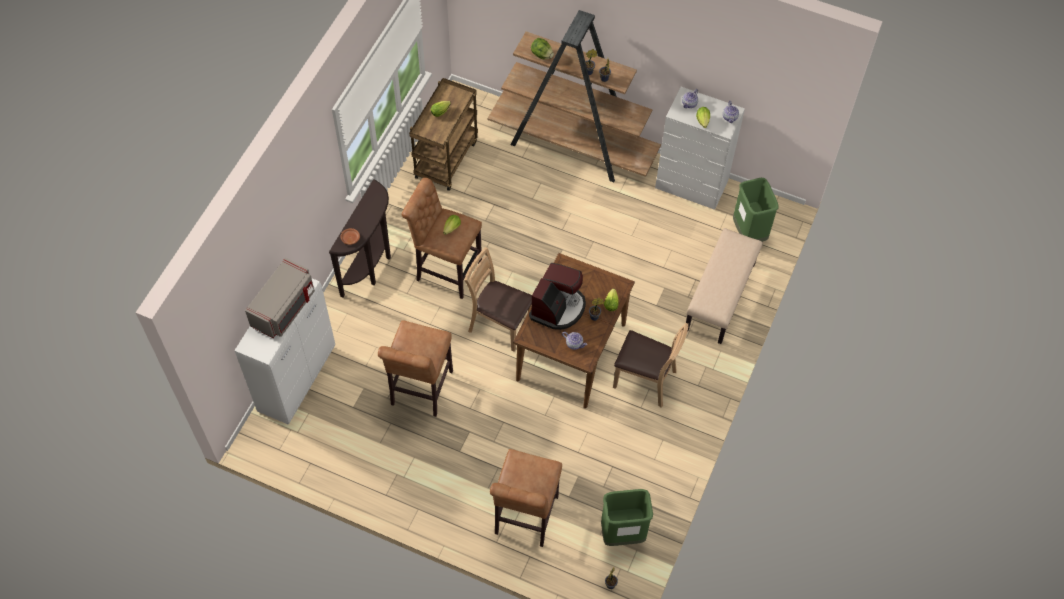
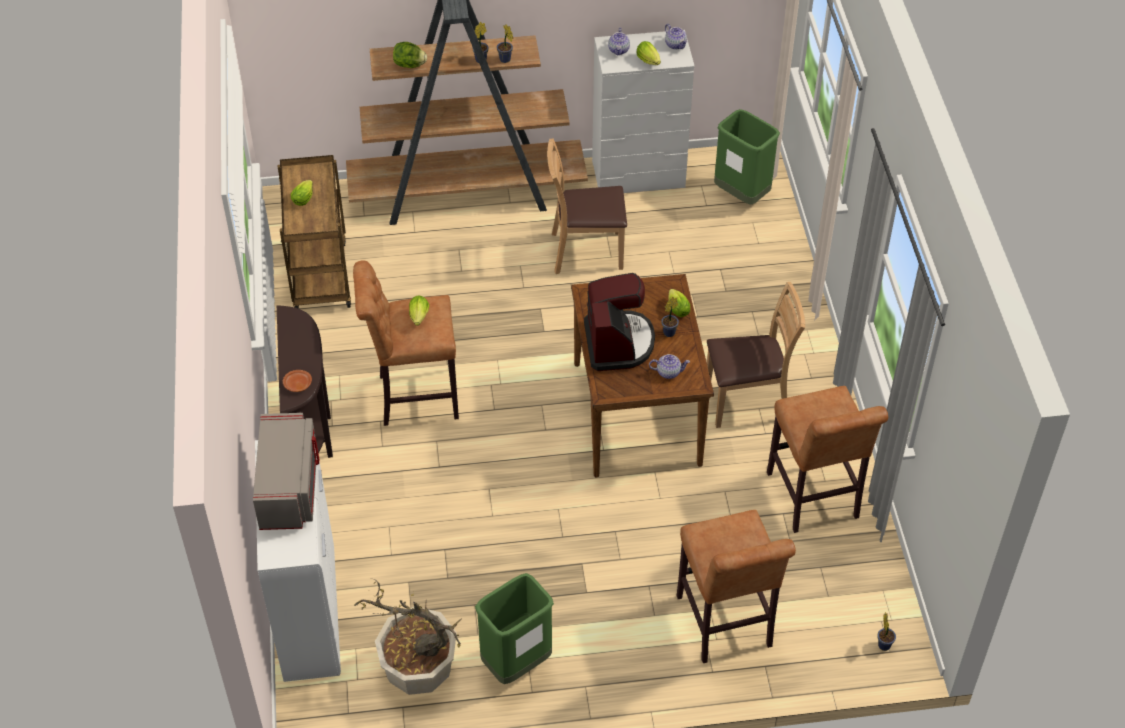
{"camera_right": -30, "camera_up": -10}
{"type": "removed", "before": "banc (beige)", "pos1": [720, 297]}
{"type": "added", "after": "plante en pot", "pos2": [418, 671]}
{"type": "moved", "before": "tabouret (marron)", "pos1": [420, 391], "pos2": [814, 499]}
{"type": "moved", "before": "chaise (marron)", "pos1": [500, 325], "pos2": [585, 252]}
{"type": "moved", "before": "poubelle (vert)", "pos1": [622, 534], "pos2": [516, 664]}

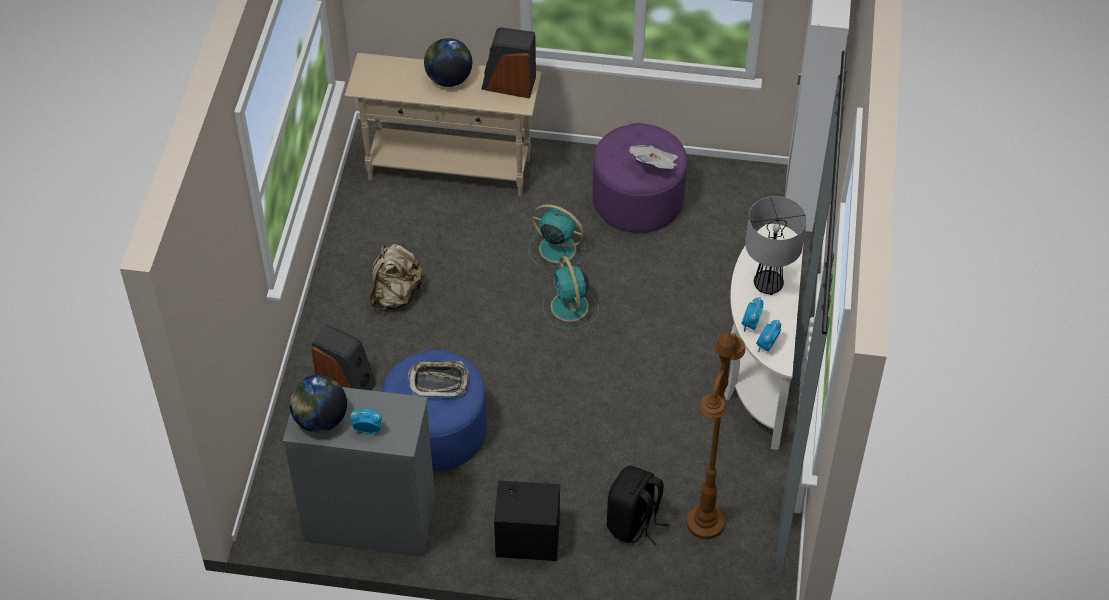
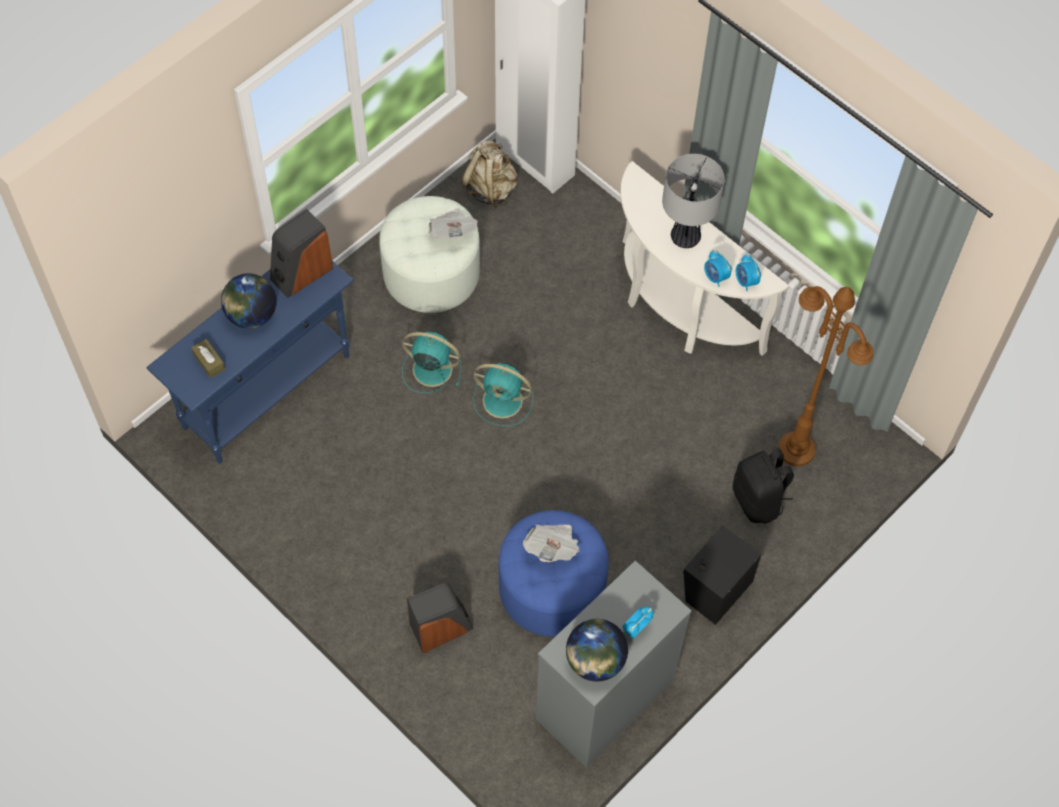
{"camera_right": -55, "camera_up": 10}
{"type": "added", "after": "boîte à mouchoirs (marron)", "pos2": [209, 362]}
{"type": "moved", "before": "sac à dos (beige)", "pos1": [396, 295], "pos2": [491, 188]}
{"type": "replaced", "before": "plateau", "after": "journal", "pos1": [438, 382], "pos2": [552, 548]}
{"type": "recoloured", "before": "table console (beige)", "after": "table console (bleu)", "pos1": [449, 170], "pos2": [268, 392]}
{"type": "recoloured", "before": "pouf (violet)", "after": "pouf (blanc)", "pos1": [638, 200], "pos2": [431, 273]}
{"type": "turned", "before": "ventilateur (turquoise)", "pos1": [555, 248], "pos2": [430, 369], "turn": 45}

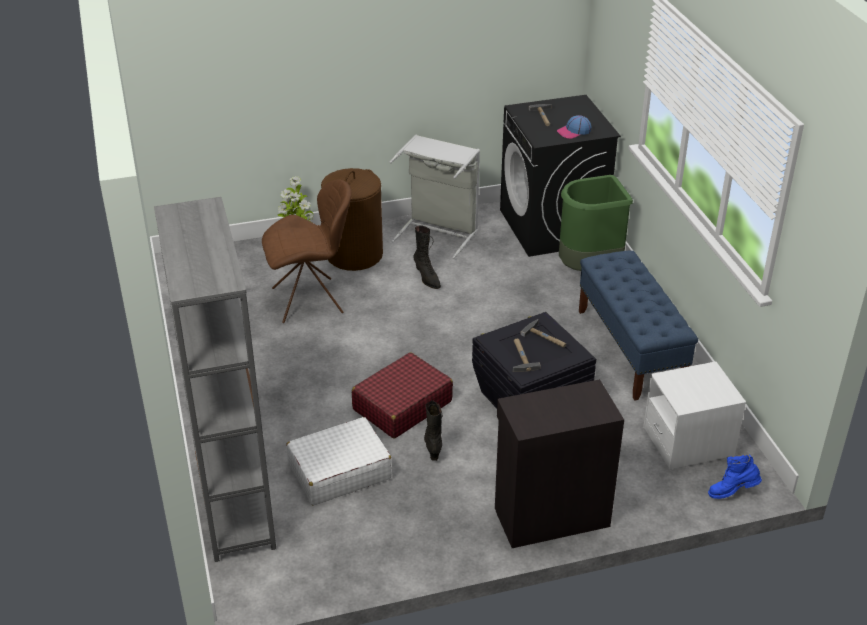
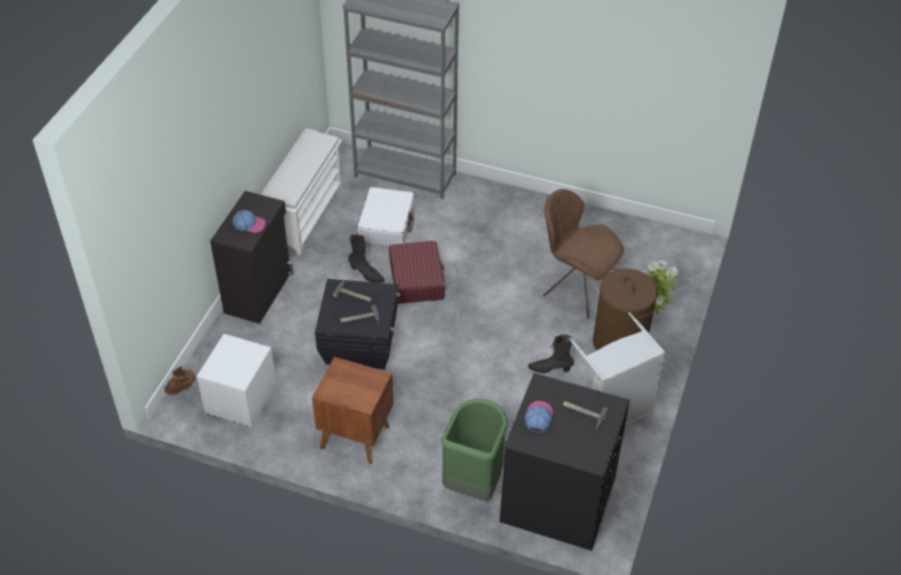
{"camera_right": 125, "camera_up": 10}
{"type": "added", "after": "casquette", "pos2": [249, 224]}
{"type": "added", "after": "étagère à chaussures (blanc)", "pos2": [305, 214]}
{"type": "replaced", "before": "banc (bleu)", "after": "table de chevet (marron)", "pos1": [630, 349], "pos2": [354, 435]}
{"type": "recoloured", "before": "botte (bleu)", "after": "botte (marron)", "pos1": [732, 492], "pos2": [182, 388]}
{"type": "turned", "before": "chaise (marron)", "pos1": [310, 300], "pos2": [576, 290], "turn": 105}

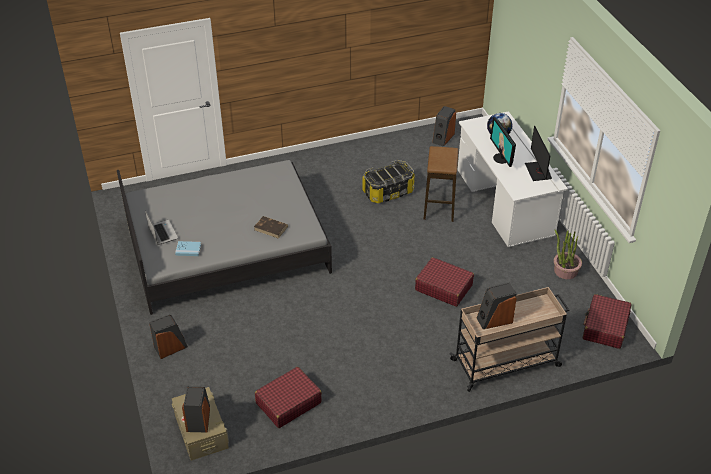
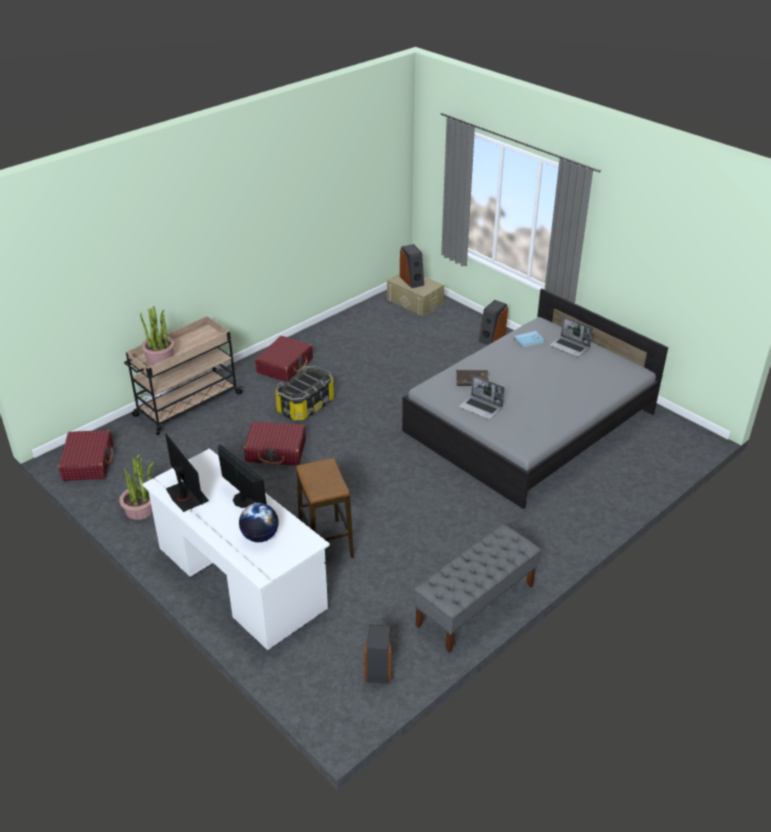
{"camera_right": 155, "camera_up": -5}
{"type": "removed", "before": "enceinte", "pos1": [494, 319]}
{"type": "added", "after": "plante en pot", "pos2": [160, 357]}
{"type": "added", "after": "banc (gris)", "pos2": [475, 606]}
{"type": "added", "after": "ordinateur portable", "pos2": [481, 408]}
{"type": "moved", "before": "valise (rouge)", "pos1": [288, 403], "pos2": [285, 365]}
{"type": "moved", "before": "boîte de rangement", "pos1": [388, 192], "pos2": [305, 405]}

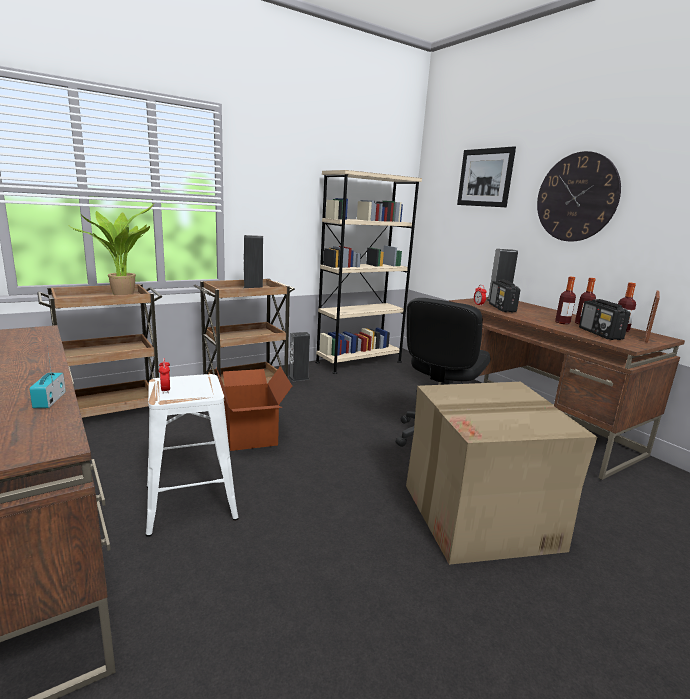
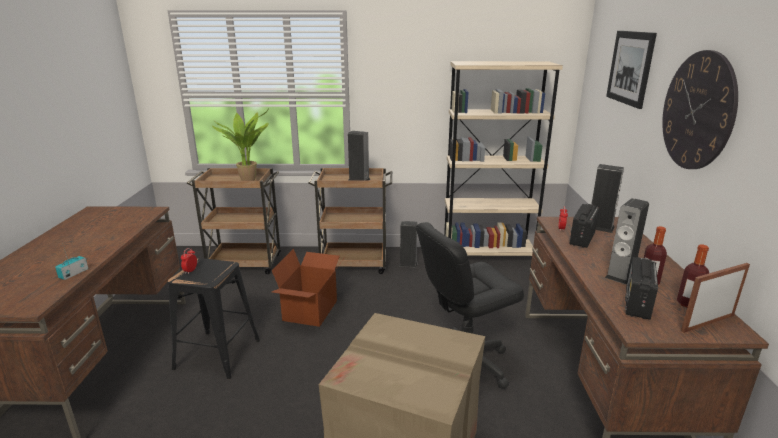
{"camera_right": 35, "camera_up": 5}
{"type": "replaced", "before": "bouteille", "after": "enceinte", "pos1": [562, 322], "pos2": [620, 275]}
{"type": "recoloured", "before": "tabouret (blanc)", "after": "tabouret (noir)", "pos1": [192, 501], "pos2": [218, 354]}

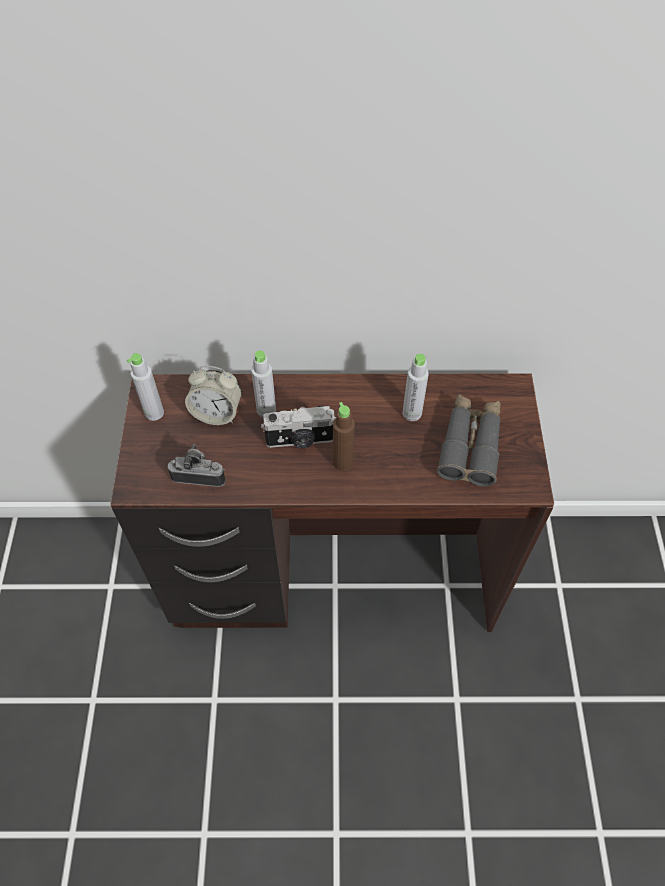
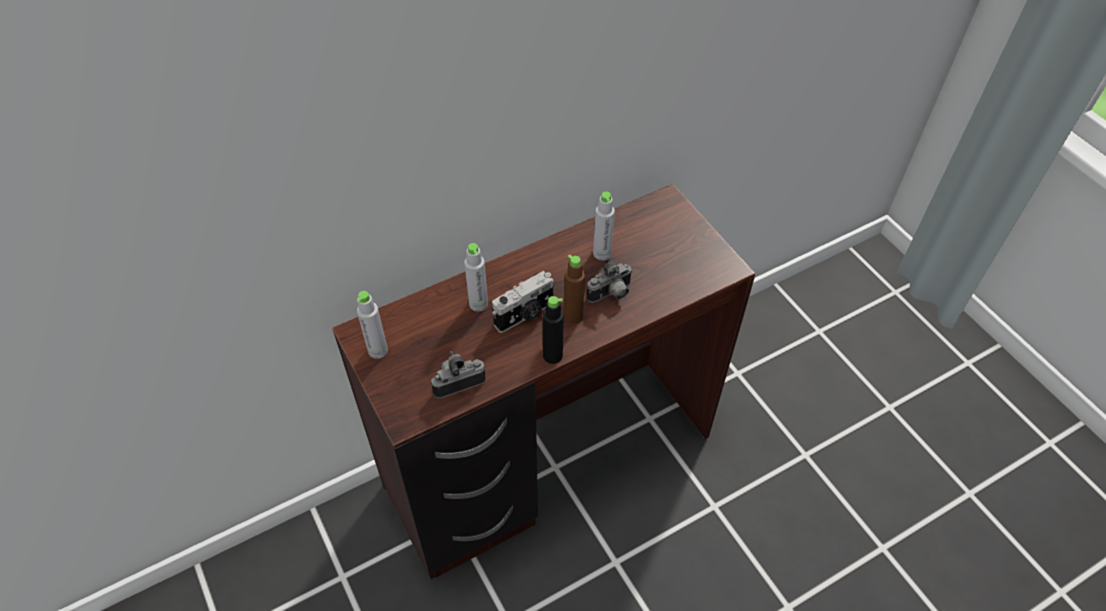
{"camera_right": -30, "camera_up": -5}
{"type": "removed", "before": "réveil", "pos1": [217, 413]}
{"type": "removed", "before": "jumelles (gris)", "pos1": [470, 445]}
{"type": "added", "after": "bouteille (noir)", "pos2": [552, 355]}
{"type": "added", "after": "appareil photo", "pos2": [611, 294]}

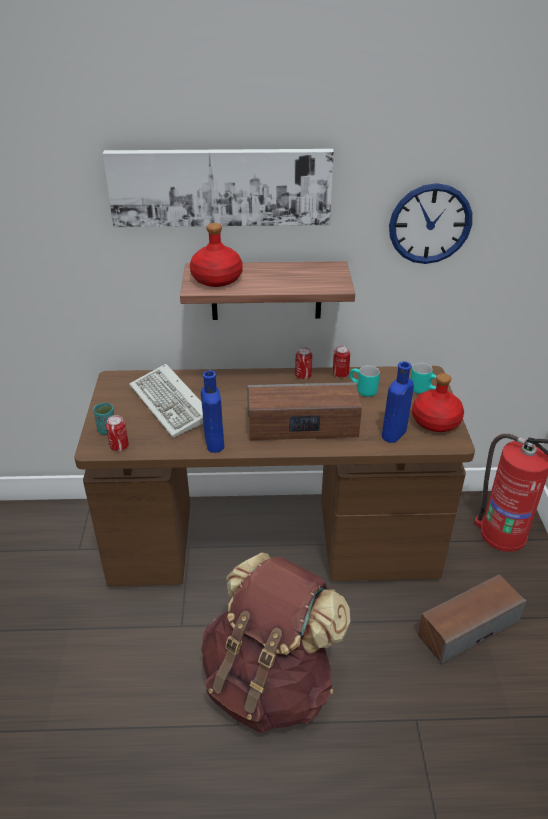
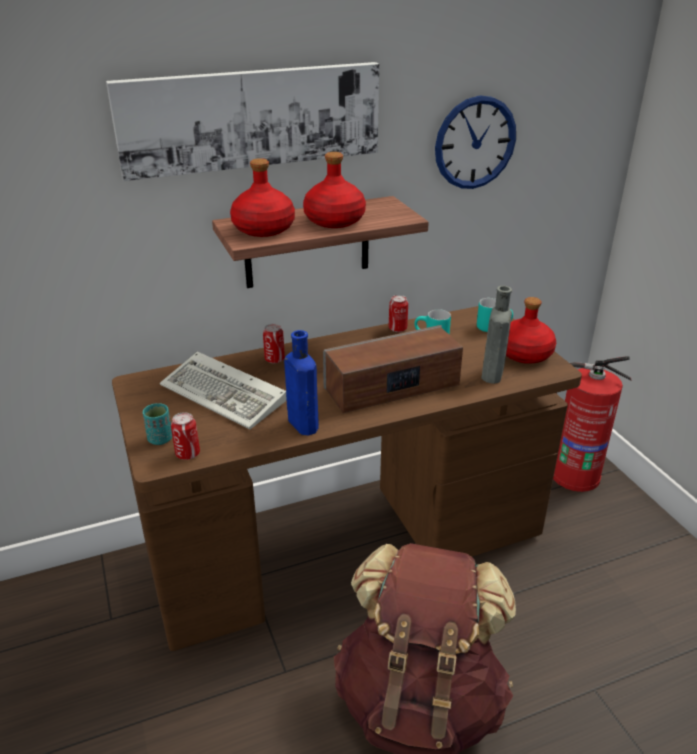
{"camera_right": -20, "camera_up": -5}
{"type": "removed", "before": "enceinte", "pos1": [467, 628]}
{"type": "added", "after": "bouteille (rouge)", "pos2": [335, 221]}
{"type": "moved", "before": "boîte métallique", "pos1": [303, 375], "pos2": [274, 359]}
{"type": "recoloured", "before": "bouteille (bleu)", "after": "bouteille (gris)", "pos1": [393, 435], "pos2": [492, 375]}

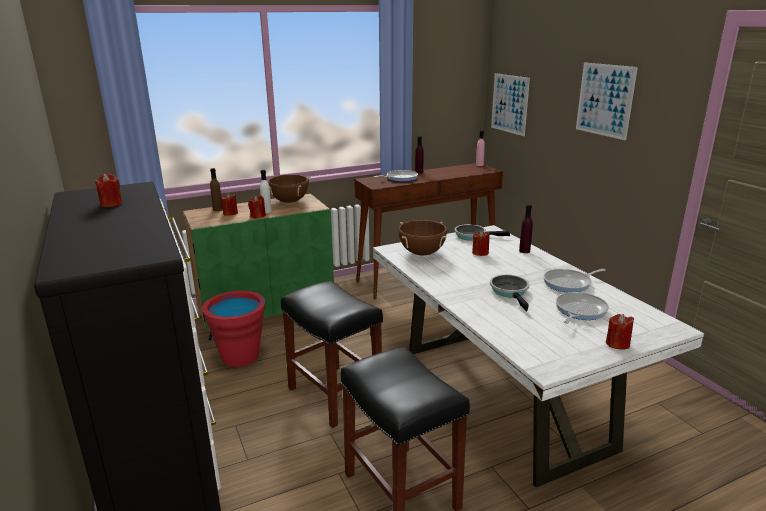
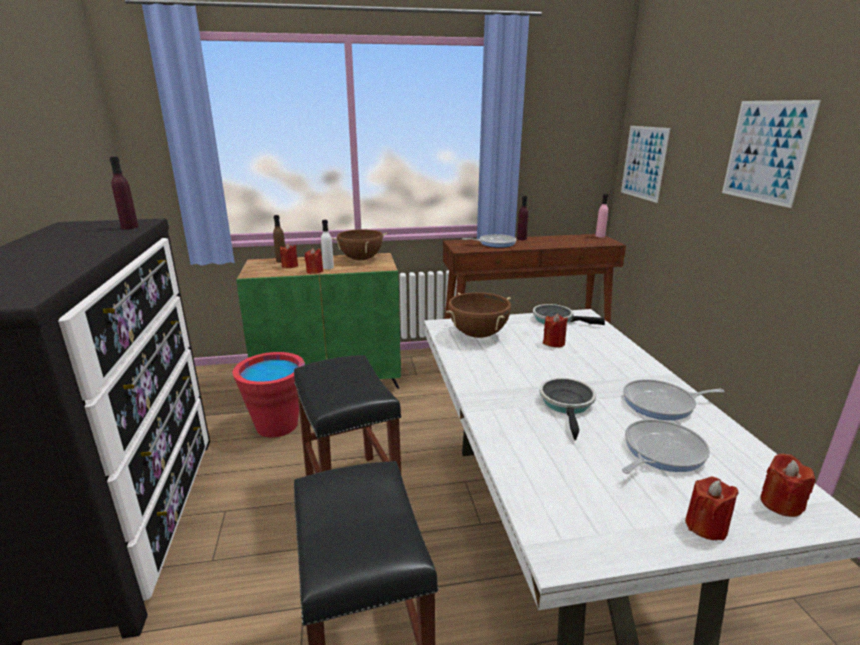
{"camera_right": 15, "camera_up": 0}
{"type": "moved", "before": "bougie (rouge)", "pos1": [111, 204], "pos2": [780, 504]}
{"type": "moved", "before": "bouteille (violet)", "pos1": [524, 251], "pos2": [129, 227]}

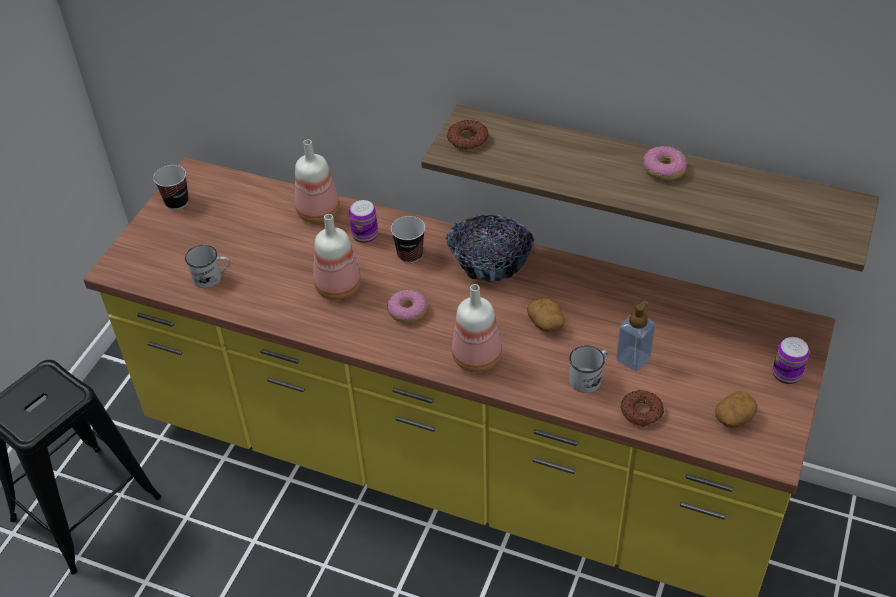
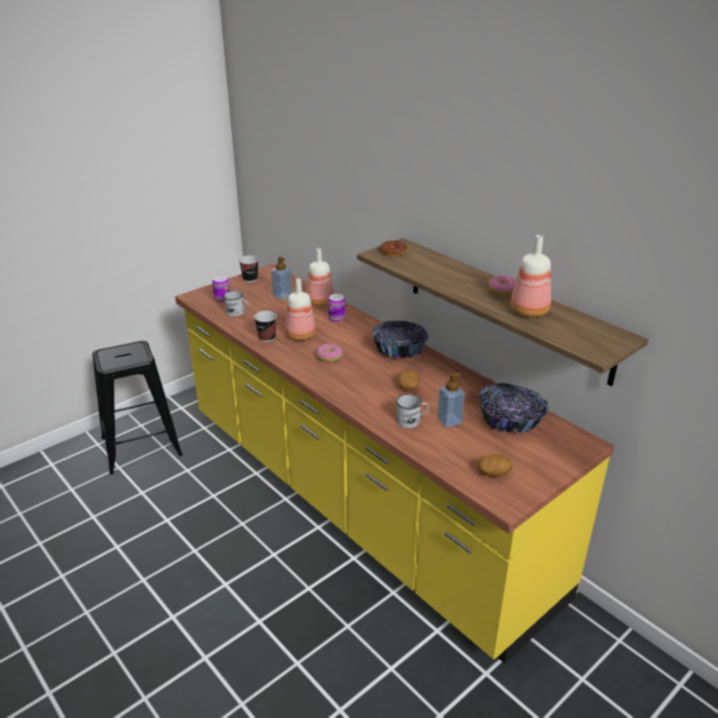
{"camera_right": 25, "camera_up": -15}
{"type": "removed", "before": "beignet", "pos1": [641, 411]}
{"type": "added", "after": "distributeur de savon", "pos2": [282, 296]}
{"type": "added", "after": "bol", "pos2": [510, 420]}
{"type": "moved", "before": "tasse", "pos1": [410, 255], "pos2": [267, 338]}
{"type": "moved", "before": "bouteille", "pos1": [477, 356], "pos2": [530, 311]}
{"type": "moved", "before": "boîte métallique", "pos1": [786, 374], "pos2": [222, 299]}

